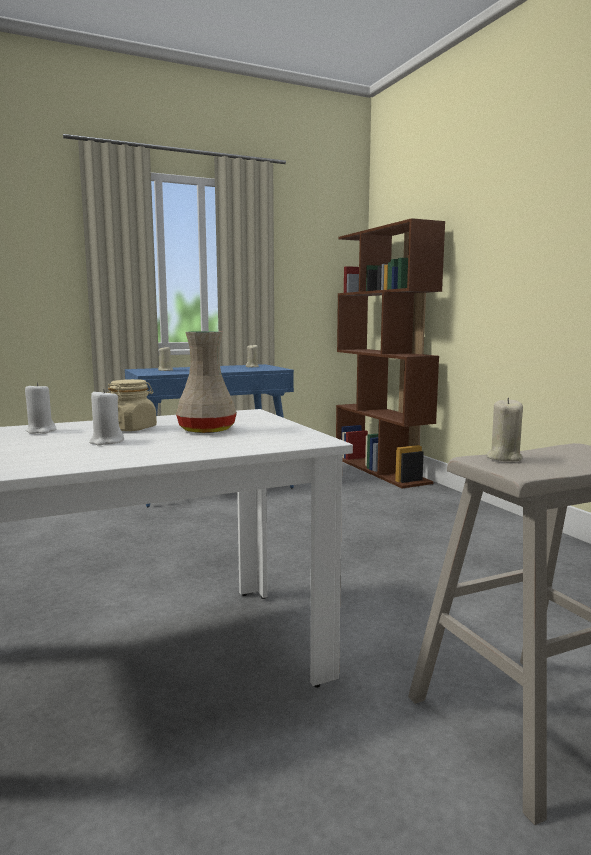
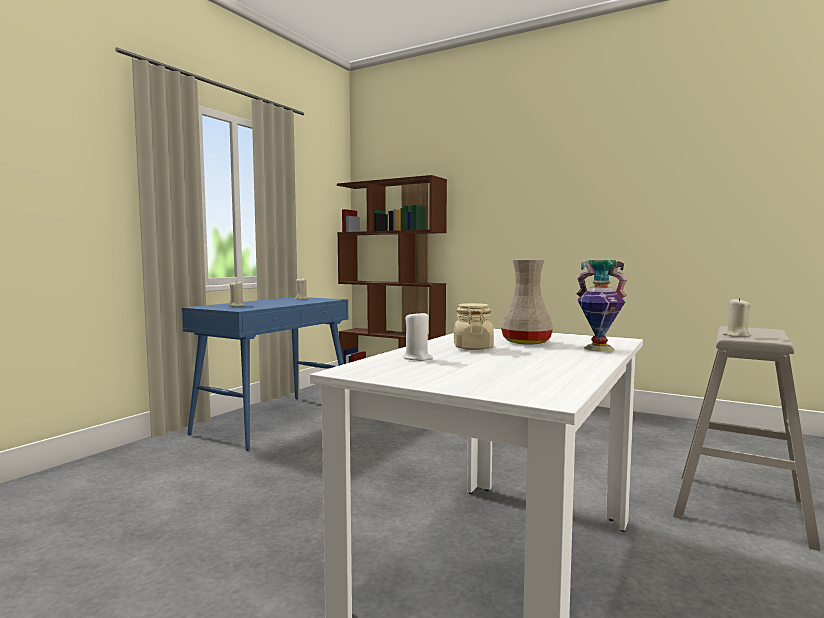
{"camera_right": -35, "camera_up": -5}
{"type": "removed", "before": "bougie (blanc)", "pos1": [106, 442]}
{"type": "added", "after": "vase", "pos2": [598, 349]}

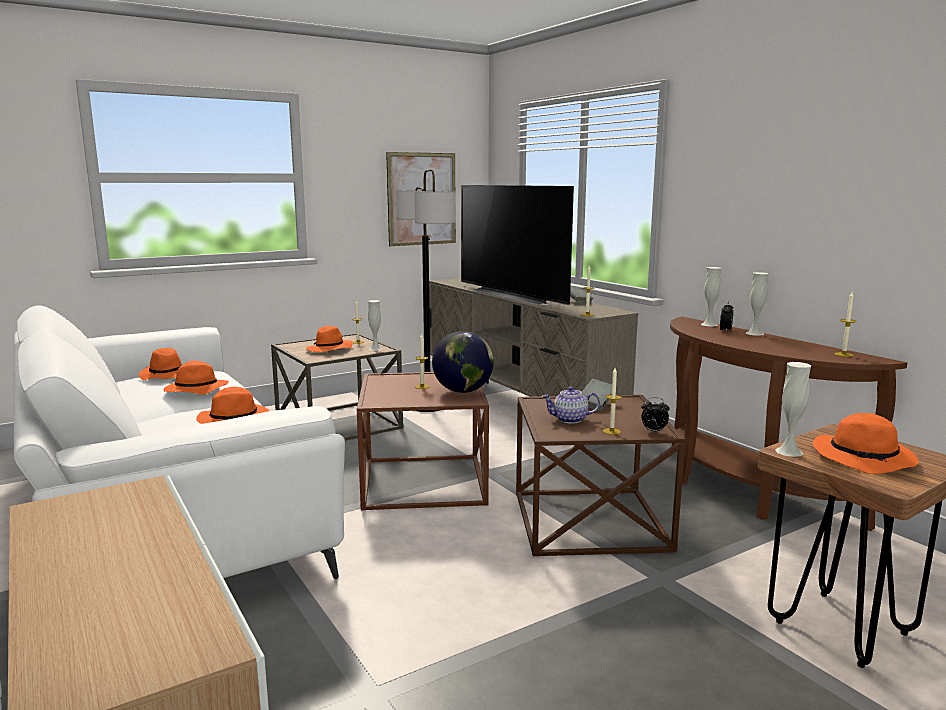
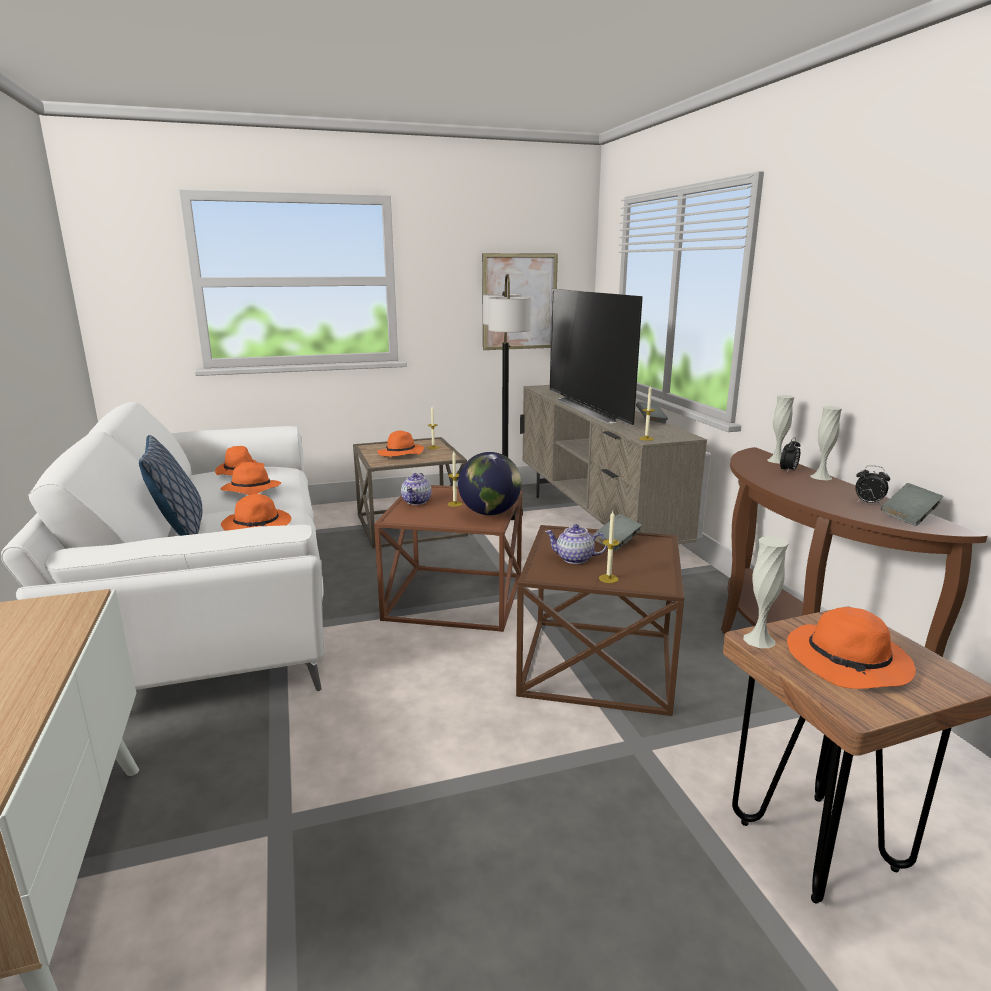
{"camera_right": 15, "camera_up": 5}
{"type": "removed", "before": "vase (blanc)", "pos1": [375, 349]}
{"type": "added", "after": "coussin", "pos2": [180, 532]}
{"type": "added", "after": "théière", "pos2": [417, 501]}
{"type": "moved", "before": "réveil", "pos1": [653, 432], "pos2": [868, 503]}
{"type": "replaced", "before": "bougie", "after": "livre (gris)", "pos1": [844, 354], "pos2": [909, 517]}

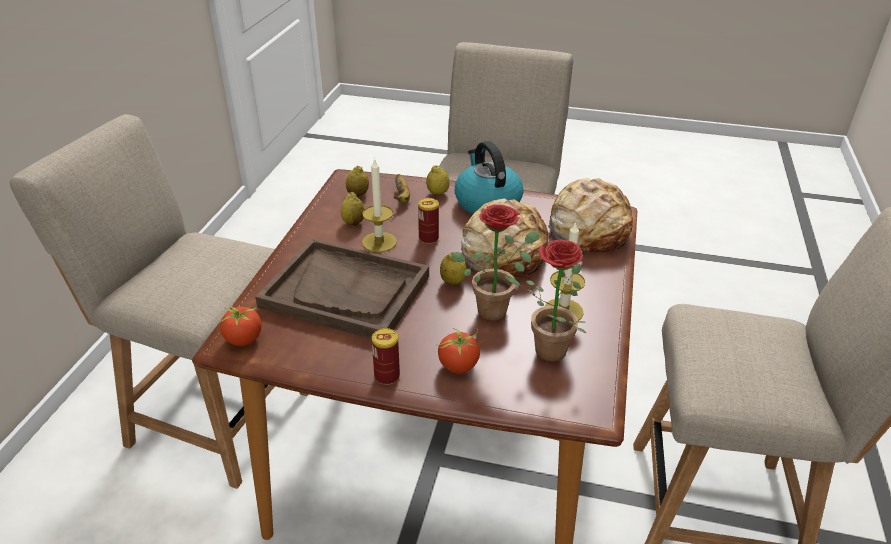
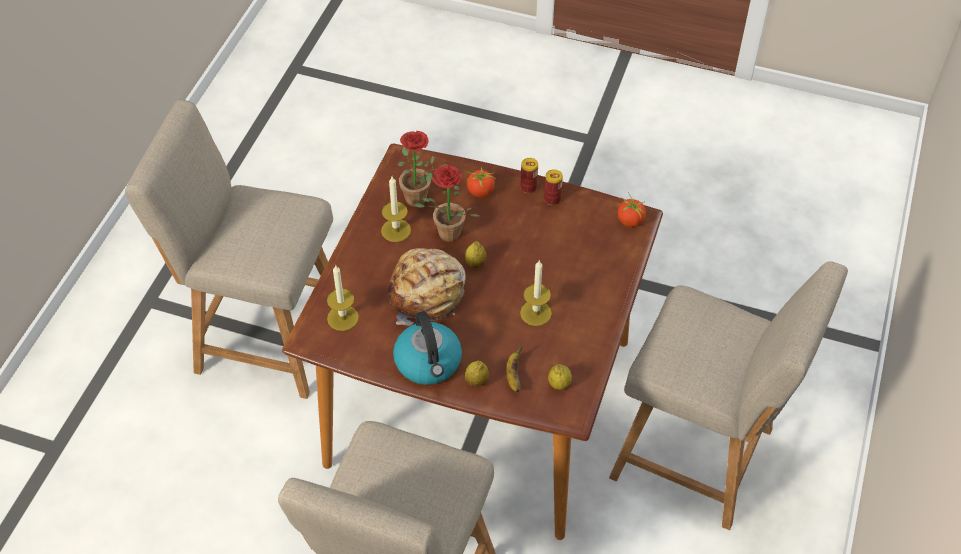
{"camera_right": -175, "camera_up": 15}
{"type": "removed", "before": "plateau (marron)", "pos1": [346, 291]}
{"type": "removed", "before": "citron", "pos1": [353, 223]}
{"type": "moved", "before": "boîte métallique", "pos1": [428, 238], "pos2": [552, 199]}
{"type": "replaced", "before": "pain", "after": "bougie", "pos1": [588, 229], "pos2": [343, 318]}

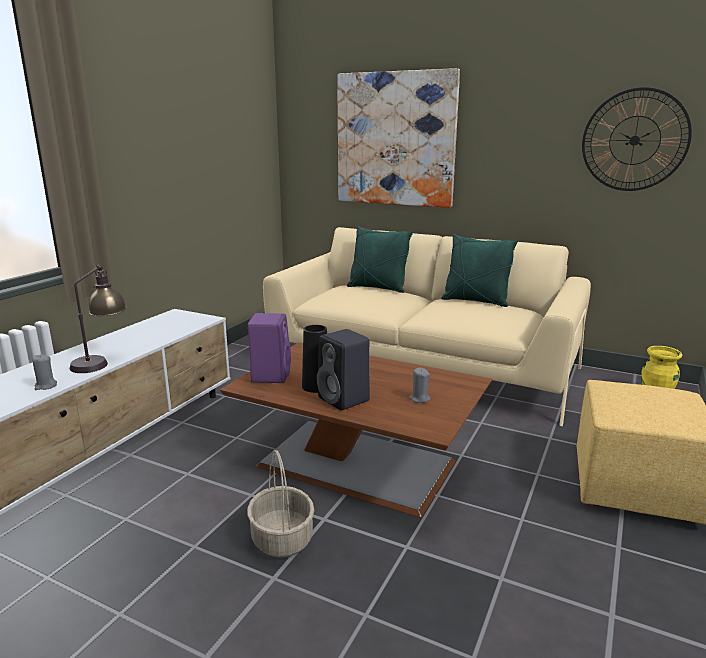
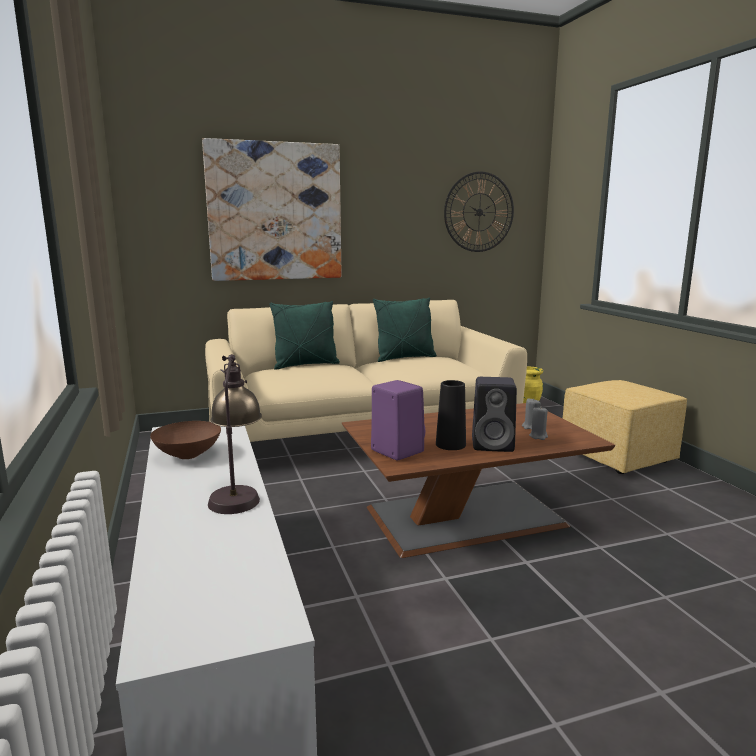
{"camera_right": -45, "camera_up": -5}
{"type": "removed", "before": "panier", "pos1": [281, 538]}
{"type": "added", "after": "bol (marron)", "pos2": [188, 455]}
{"type": "moved", "before": "bougie (gris)", "pos1": [45, 386], "pos2": [538, 436]}

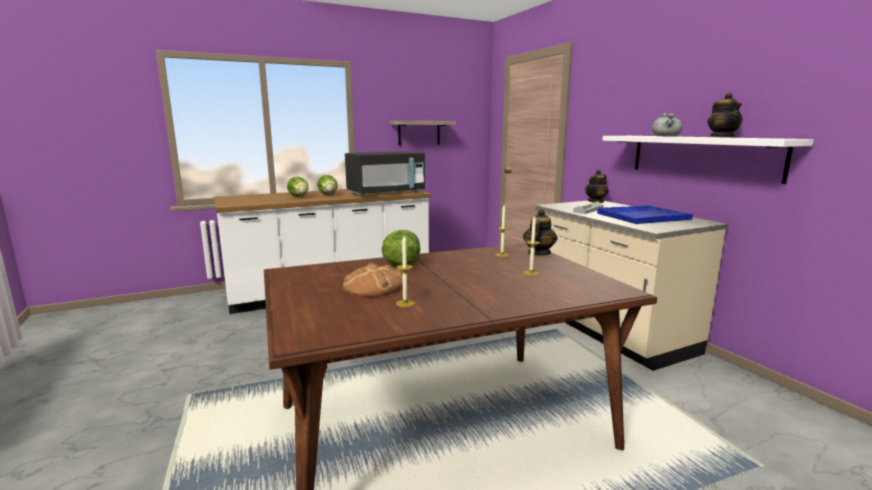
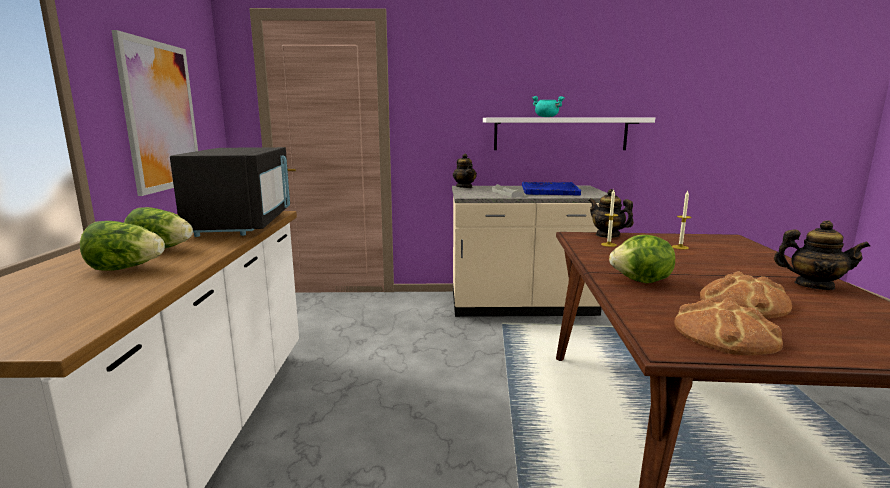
{"camera_right": -65, "camera_up": 0}
{"type": "removed", "before": "bougie", "pos1": [405, 303]}
{"type": "added", "after": "pain", "pos2": [726, 334]}
{"type": "moved", "before": "théière", "pos1": [722, 137], "pos2": [813, 286]}
{"type": "replaced", "before": "étagère", "after": "tableau", "pos1": [419, 133], "pos2": [161, 116]}
{"type": "recoloured", "before": "marmite (gris)", "after": "marmite (turquoise)", "pos1": [666, 136], "pos2": [547, 117]}

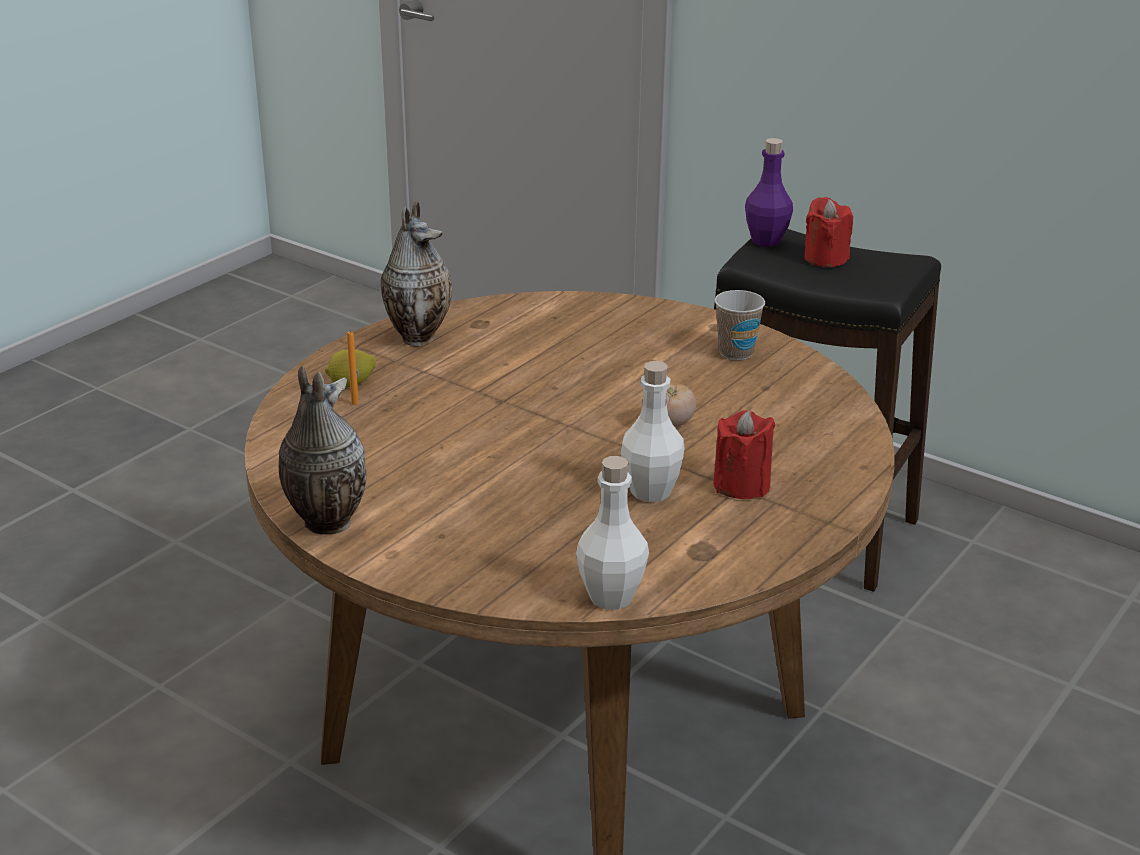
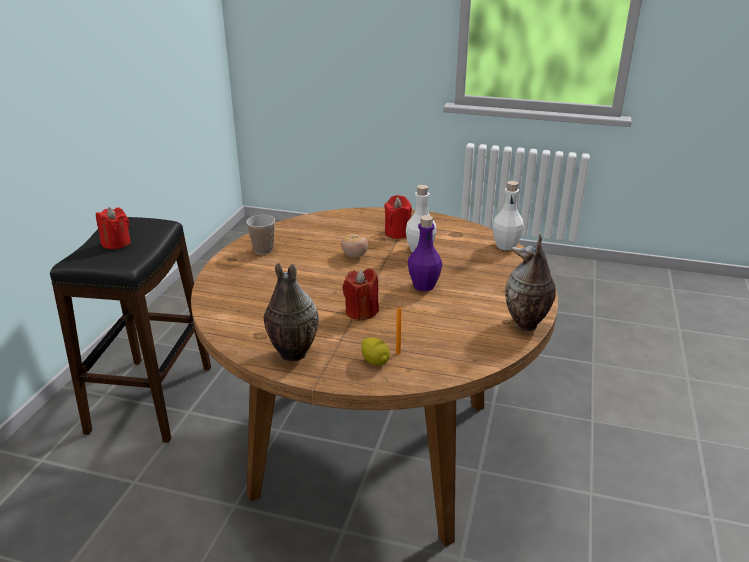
{"camera_right": -110, "camera_up": 0}
{"type": "added", "after": "bougie (rouge)", "pos2": [361, 311]}
{"type": "moved", "before": "bouteille (violet)", "pos1": [766, 240], "pos2": [423, 286]}

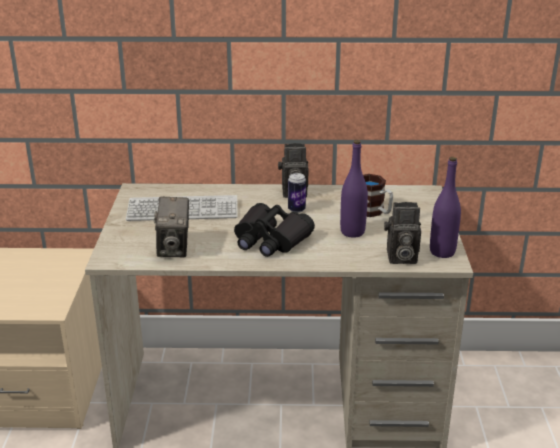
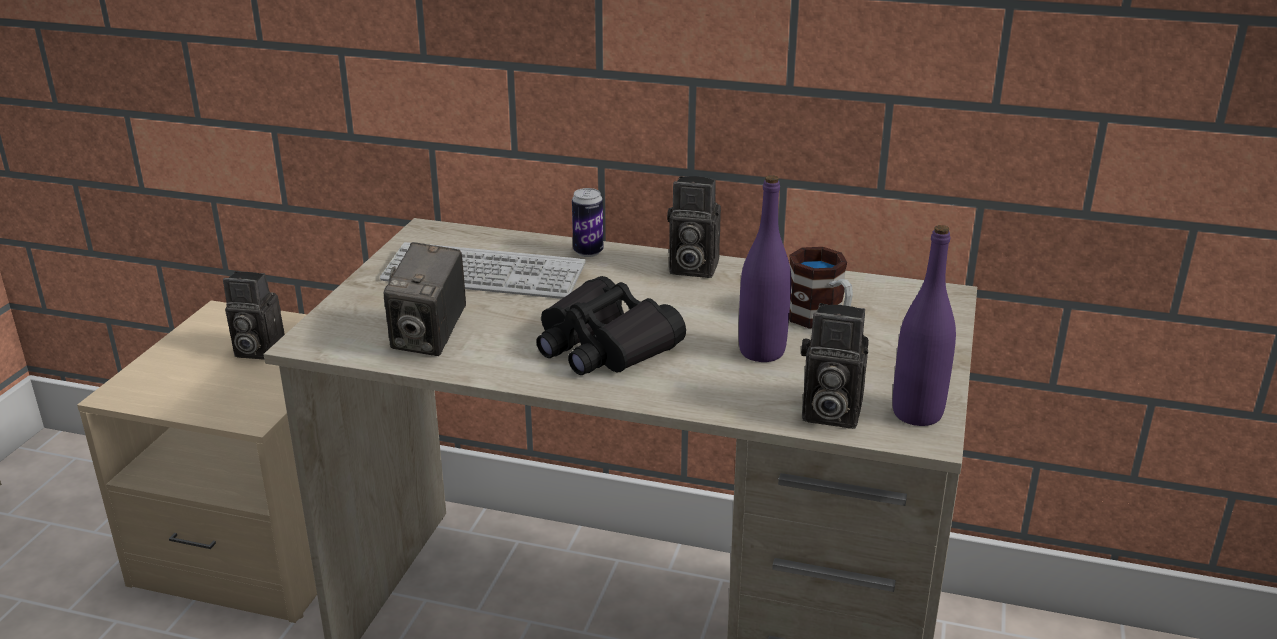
{"camera_right": 15, "camera_up": 0}
{"type": "added", "after": "appareil photo", "pos2": [256, 350]}
{"type": "moved", "before": "boîte métallique", "pos1": [296, 209], "pos2": [588, 252]}

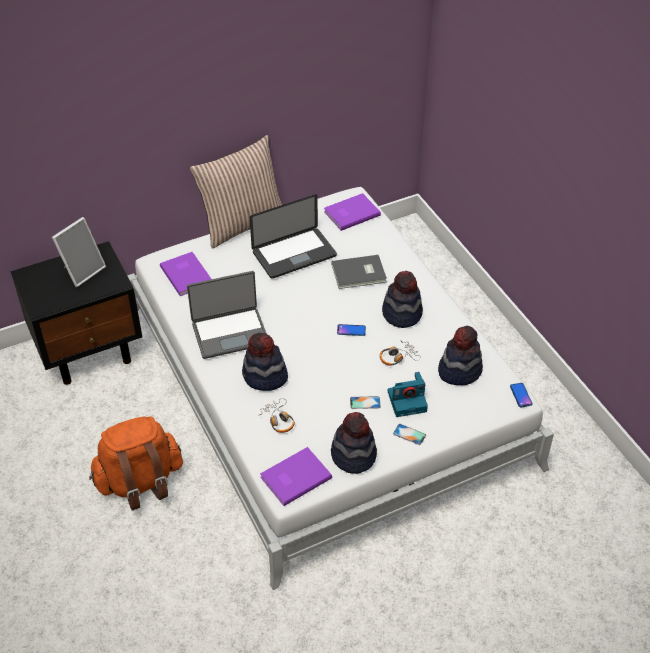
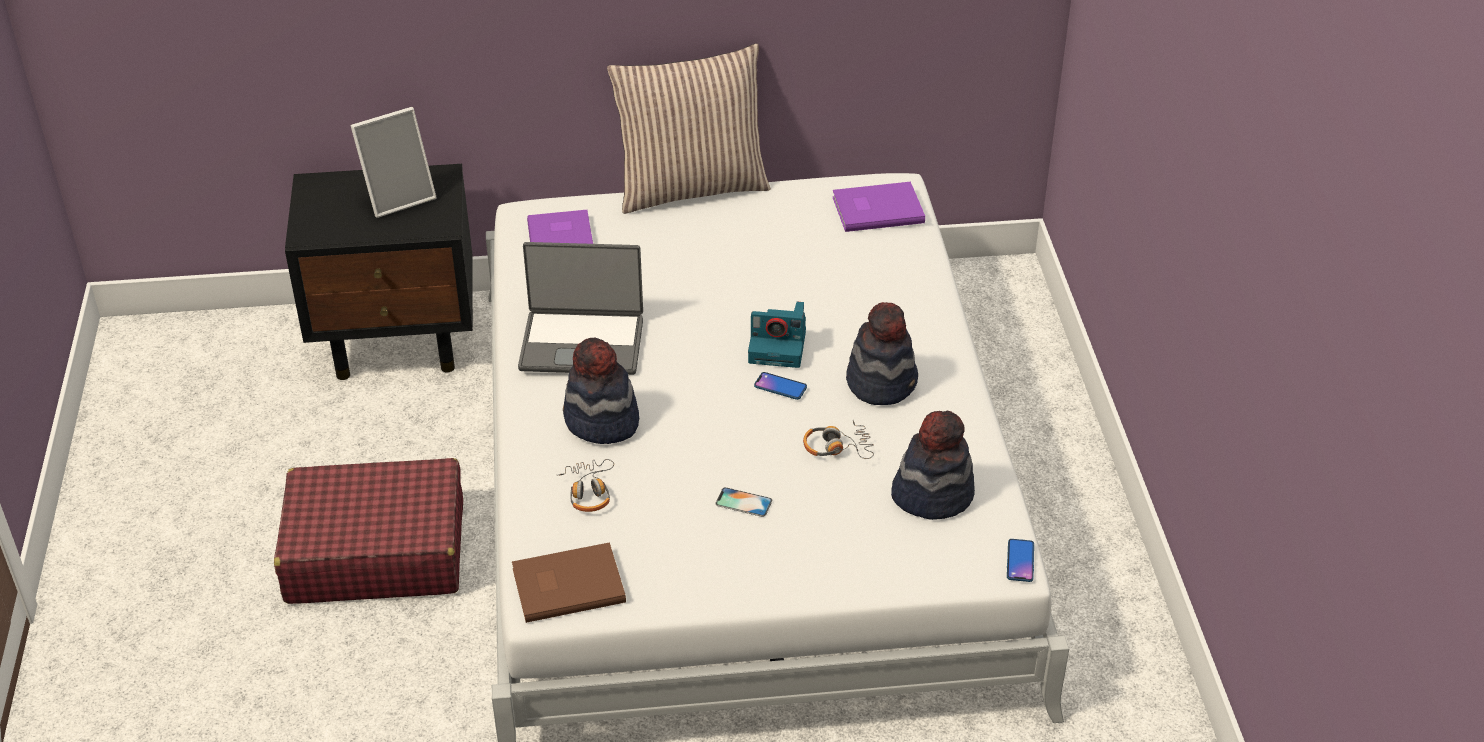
{"camera_right": 20, "camera_up": -5}
{"type": "removed", "before": "ordinateur portable", "pos1": [294, 254]}
{"type": "removed", "before": "livre (gris)", "pos1": [360, 274]}
{"type": "removed", "before": "chapeau", "pos1": [353, 455]}
{"type": "removed", "before": "téléphone", "pos1": [409, 434]}
{"type": "moved", "before": "appareil photo", "pos1": [407, 400], "pos2": [779, 347]}
{"type": "replaced", "before": "sac à dos (orange)", "after": "valise (rouge)", "pos1": [140, 482], "pos2": [375, 551]}
{"type": "recoloured", "before": "livre (violet)", "after": "livre (marron)", "pos1": [294, 477], "pos2": [566, 584]}

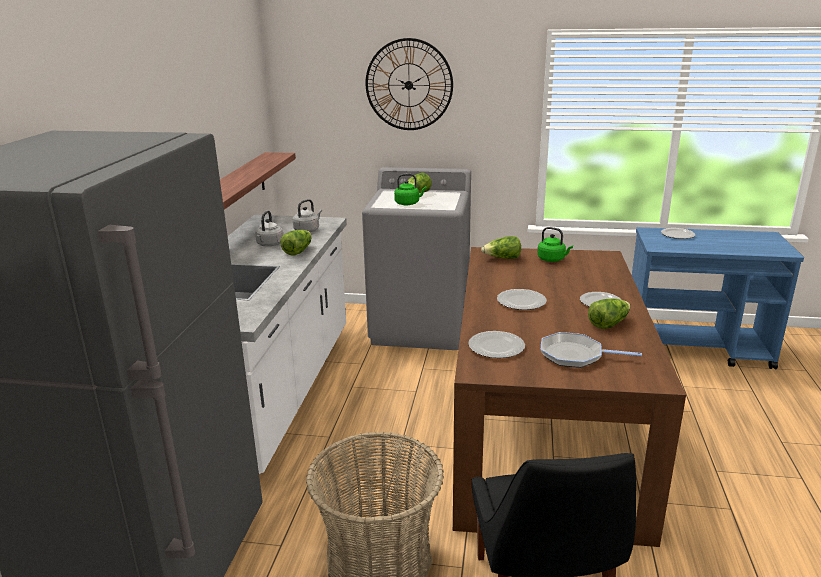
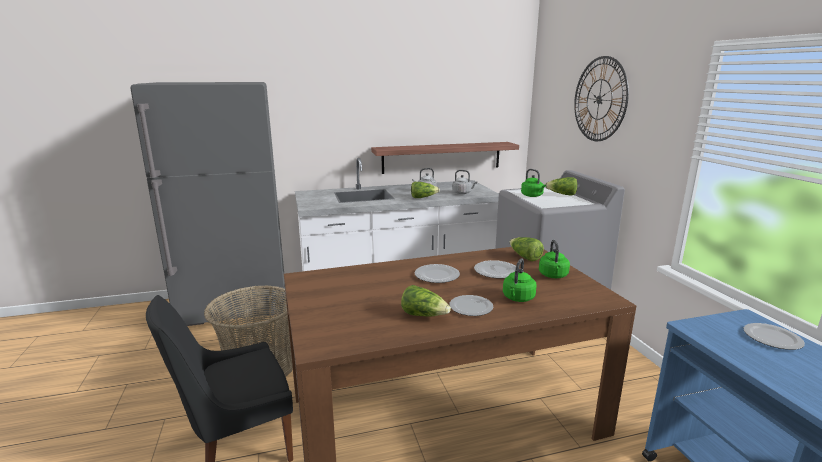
{"camera_right": 65, "camera_up": -5}
{"type": "removed", "before": "poêle", "pos1": [575, 355]}
{"type": "added", "after": "bouilloire (vert)", "pos2": [518, 298]}
{"type": "moved", "before": "assiette", "pos1": [496, 347], "pos2": [495, 271]}

